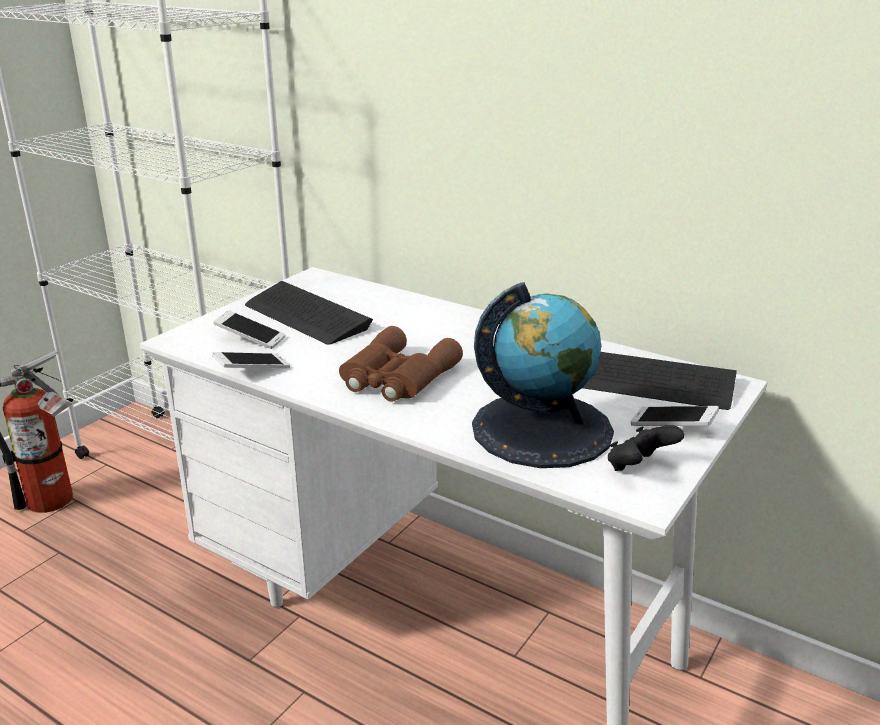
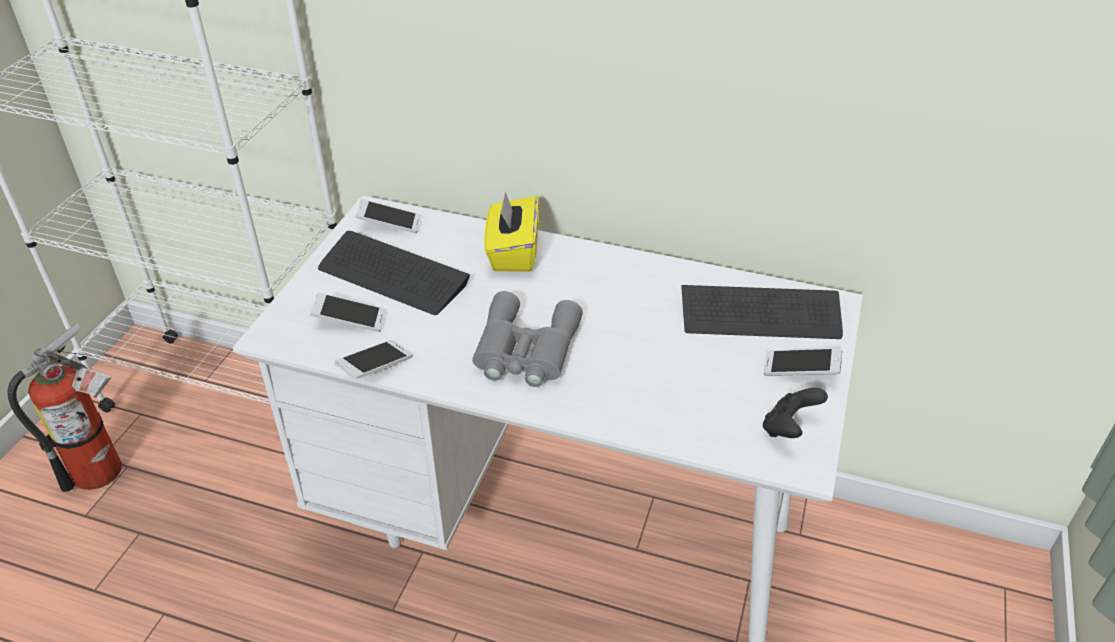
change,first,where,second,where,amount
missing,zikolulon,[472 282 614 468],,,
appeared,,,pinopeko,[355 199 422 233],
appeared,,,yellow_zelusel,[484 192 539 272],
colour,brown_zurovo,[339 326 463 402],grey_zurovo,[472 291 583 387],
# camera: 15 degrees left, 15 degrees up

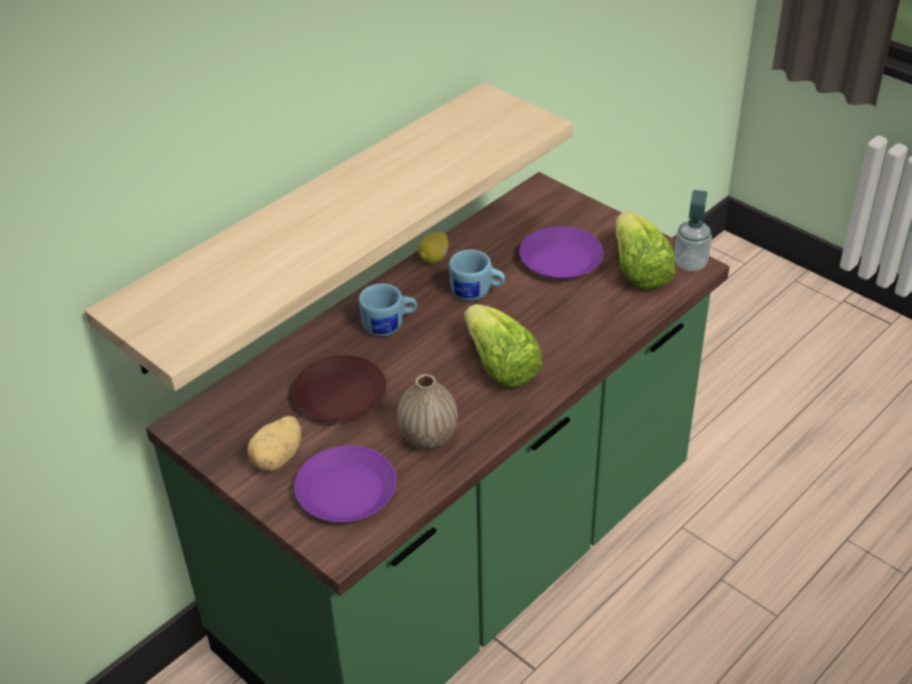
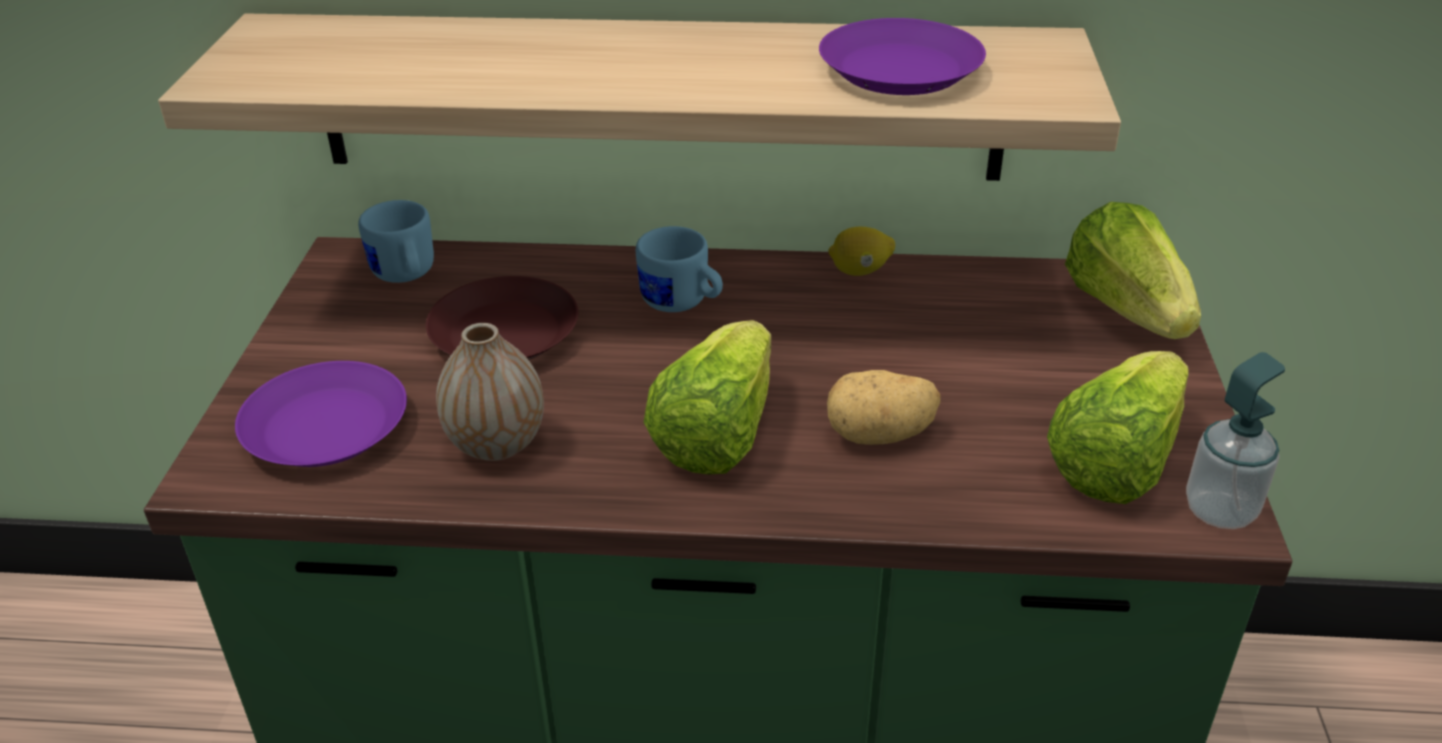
change,first,where,second,where,amount
appeared,,,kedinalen,[1065 202 1201 339],
relocated,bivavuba,[247 416 301 471],,[827 370 940 445],
relocated,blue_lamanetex,[449 250 505 301],,[358 200 434 283],
relocated,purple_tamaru,[519 226 603 279],,[819 18 986 95],
# camera: 50 degrees right, 5 degrees down

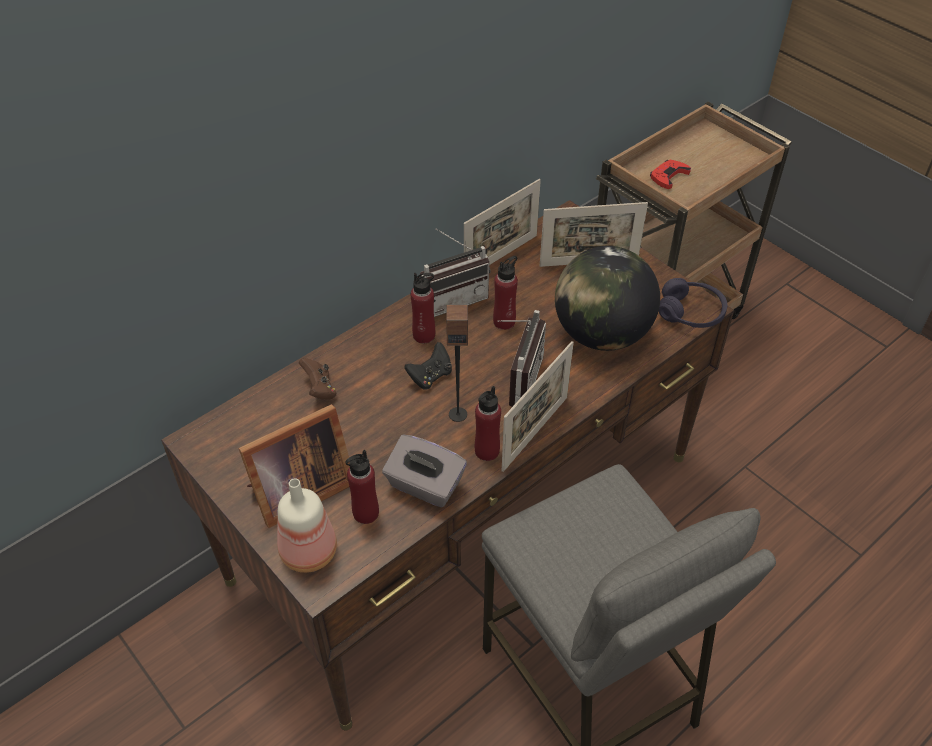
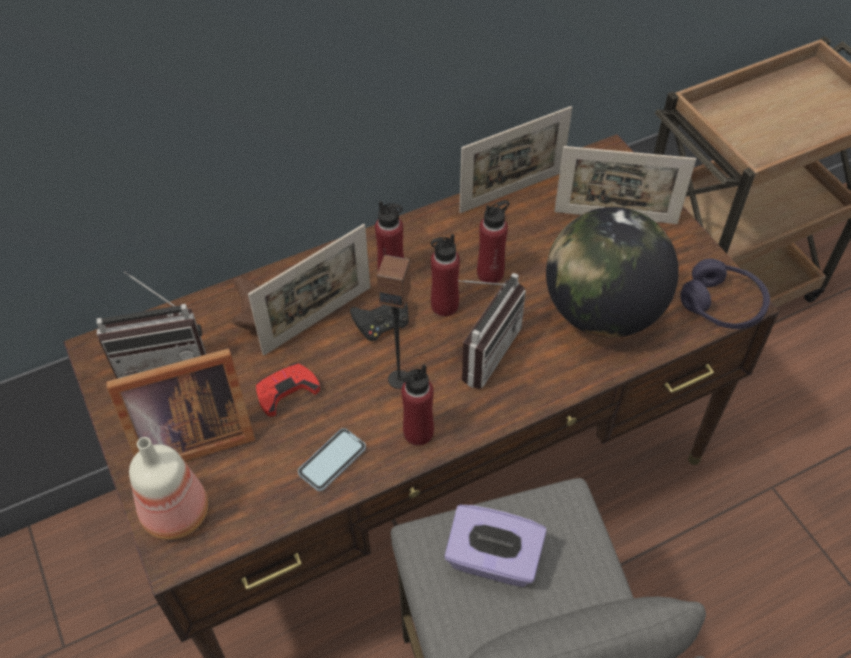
change,first,where,second,where,amount
appeared,,,purple_zelusel,[444 505 547 587],
relocated,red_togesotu,[345 450 379 524],,[431 234 460 316],
relocated,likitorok,[420 229 491 317],,[97 271 206 379],
relocated,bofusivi,[502 341 574 472],,[248 224 370 355],
relocated,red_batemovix,[650 160 691 189],,[256 363 320 417],
exchanged,grey_zelusel,[382 434 467 507],pinopeko,[298 428 366 491],
# camera: 15 degrees right, 5 degrees up

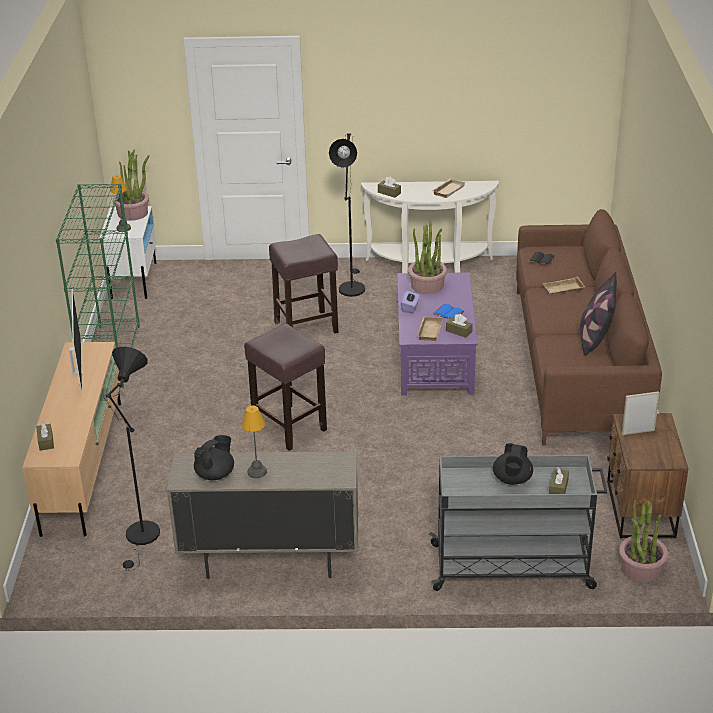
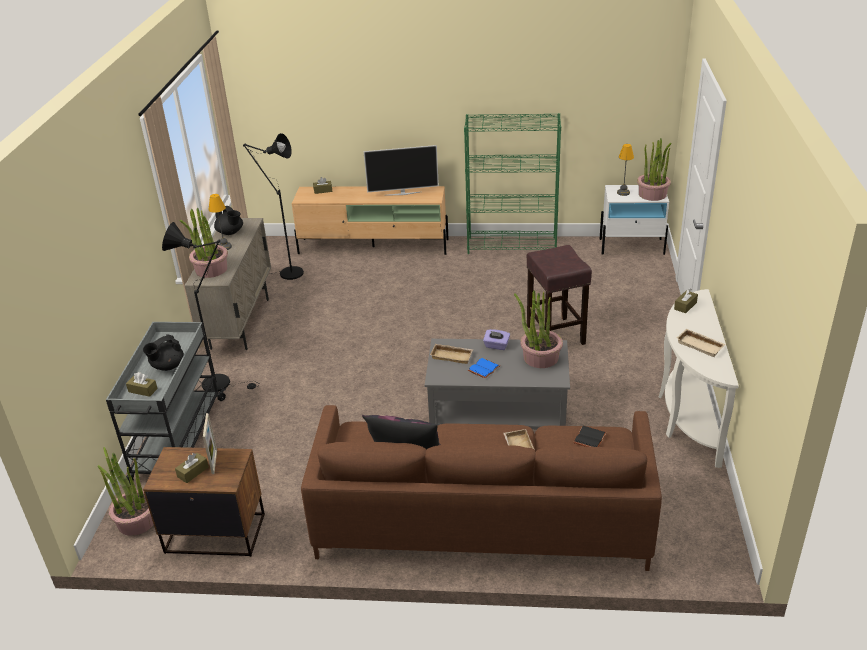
change,first,where,second,where,amount
missing,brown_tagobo,[244 323 327 451],,,
appeared,,,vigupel,[179 208 228 278],
relocated,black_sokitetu,[329 133 365 297],,[162 222 260 392],
relocated,brown_zelusel,[446 314 473 338],,[175 453 209 483],
colour,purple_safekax,[396 272 478 395],grey_safekax,[425 339 570 430],
spun,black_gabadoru,[493 443 533 485],,[143 334 184 371],60 degrees counterclockwise
# camera: 95 degrees right, 0 degrees up

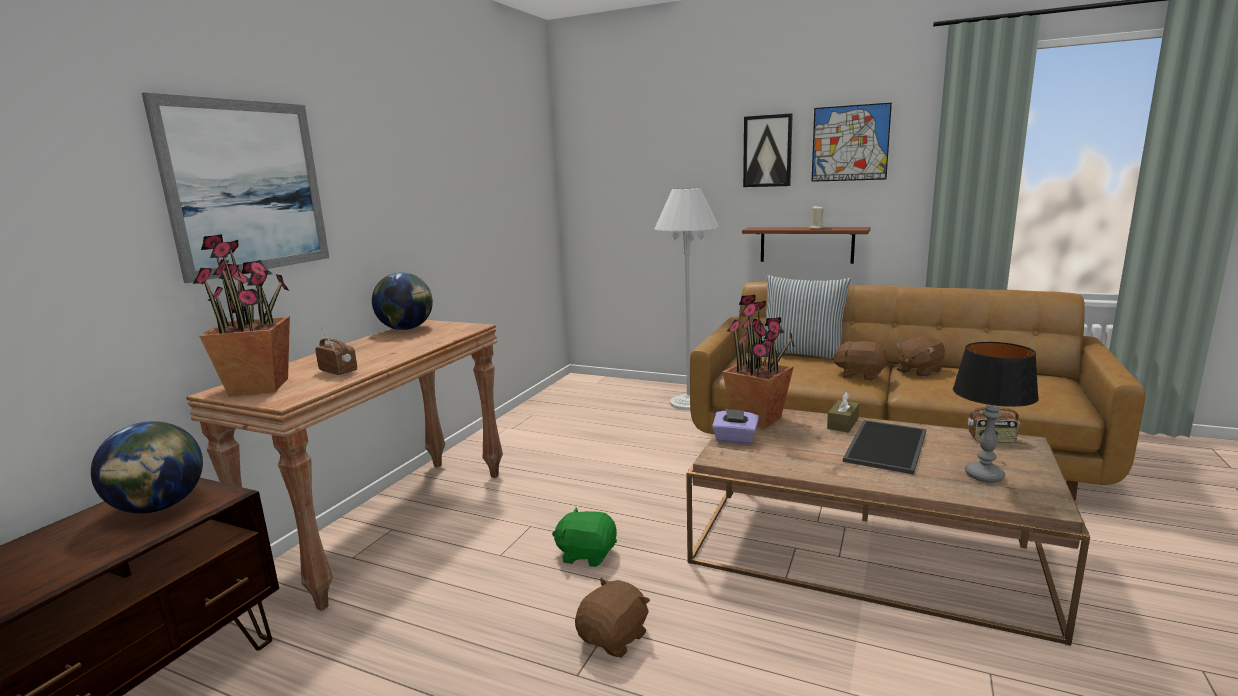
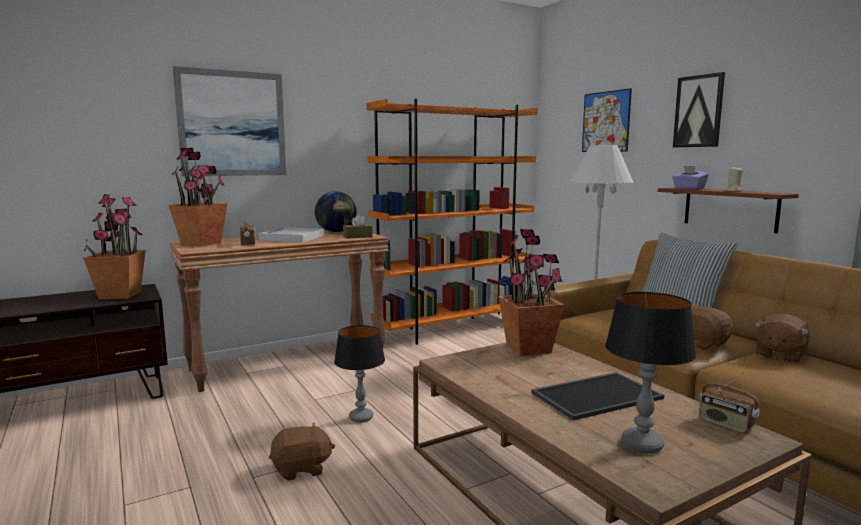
change,first,where,second,where,amount
appeared,,,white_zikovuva,[259 227 324 242],
appeared,,,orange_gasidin,[366 99 538 345],
relocated,purple_zelusel,[712 408 759 444],,[672 166 709 189],
relocated,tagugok,[812 103 892 182],,[582 88 632 152],
relocated,brown_zelusel,[827 392 859 433],,[343 214 373 239],
exchanged,zikolulon,[91 421 203 513],vigupel,[83 194 146 299],
exchanged,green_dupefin,[552 508 617 567],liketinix,[334 325 385 423],
spun,brown_dupefin,[895 336 945 377],,[753 314 810 363],45 degrees counterclockwise
# camera: 35 degrees right, 5 degrees down

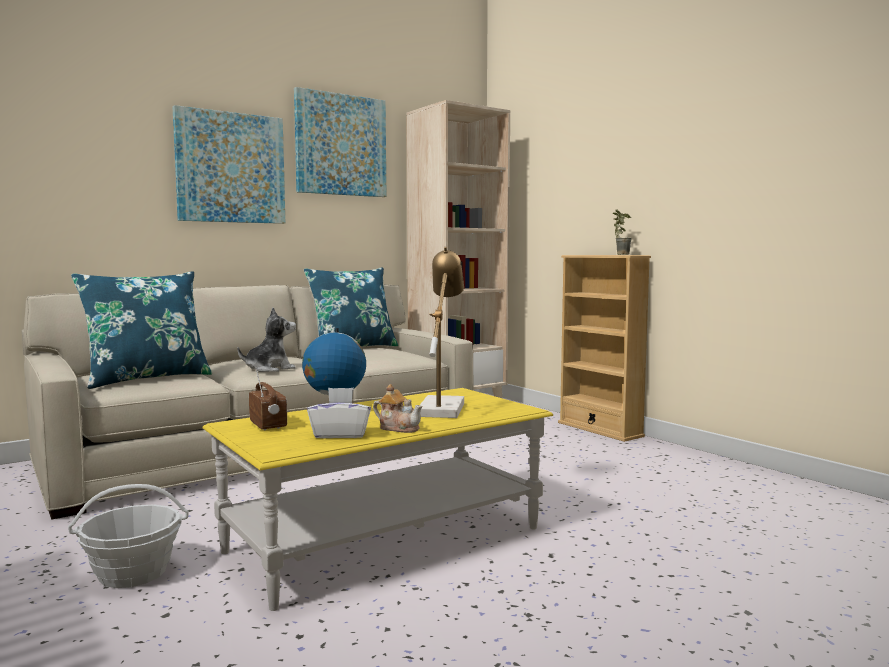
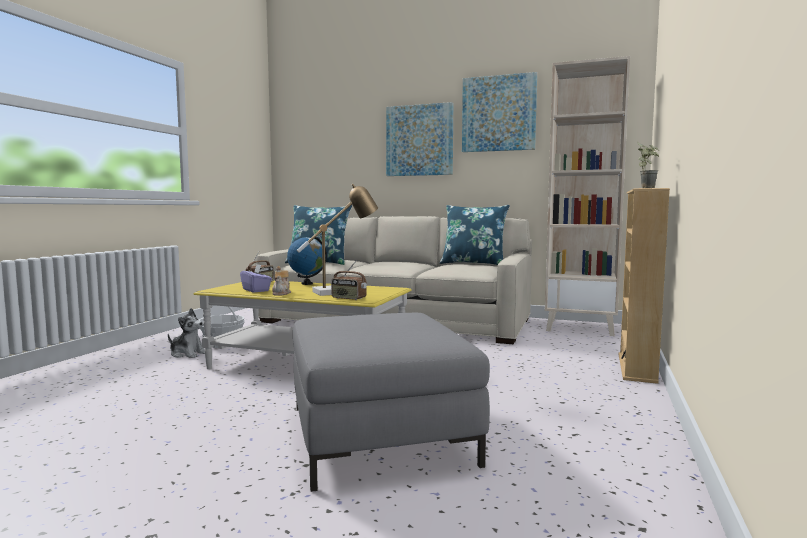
change,first,where,second,where,amount
appeared,,,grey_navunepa,[293 313 490 492],
appeared,,,likitorok,[331 260 367 300],
relocated,dupefin,[238 308 296 372],,[168 308 205 358],
colour,white_zelusel,[307 388 371 438],purple_zelusel,[240 264 272 293],
# camera: 55 degrees right, 0 degrees up

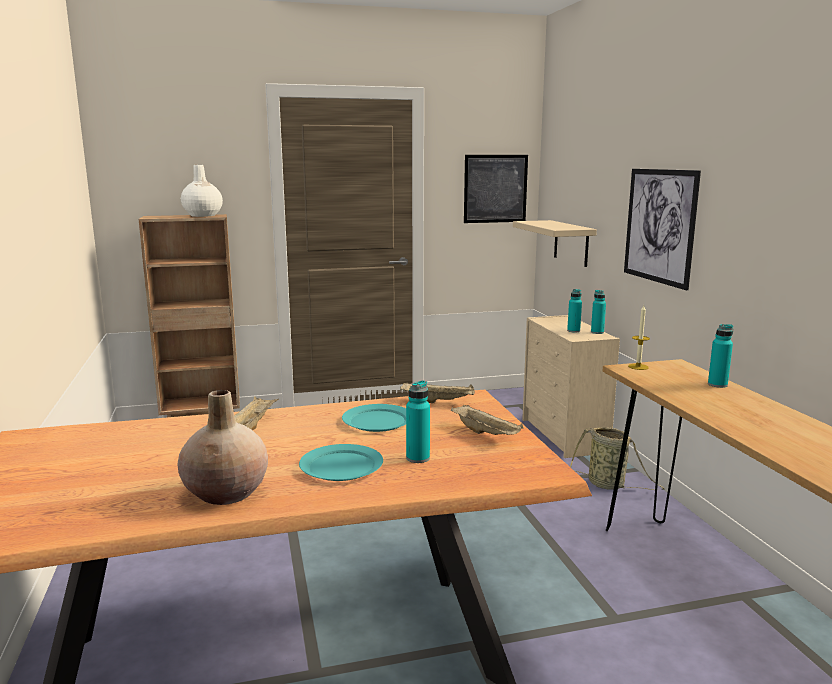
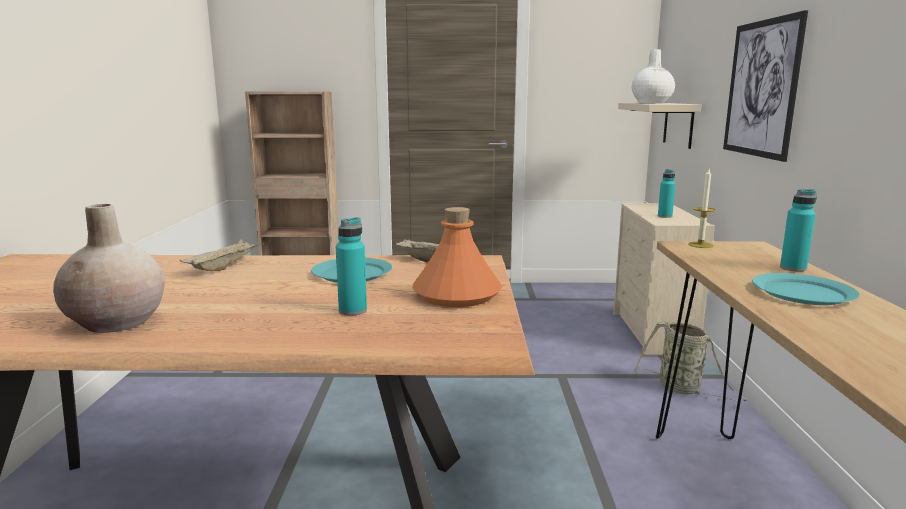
change,first,where,second,where,amount
missing,tagugok,[464 155 528 223],,,
missing,turquoise_togesotu,[591 290 606 334],,,
relocated,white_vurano,[181 165 223 217],,[632 49 675 103],
relocated,turquoise_tamaru,[299 444 383 481],,[752 273 859 305],
exchanged,beige_zikovuva,[451 405 523 435],orange_togesotu,[412 207 502 307],
# camera: 15 degrees right, 0 degrees up

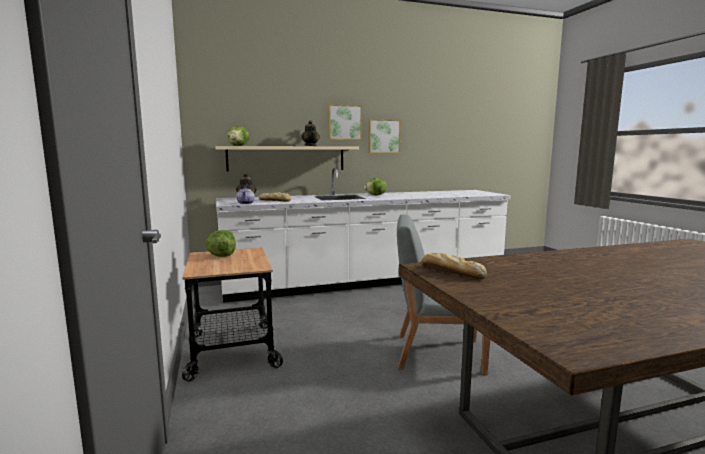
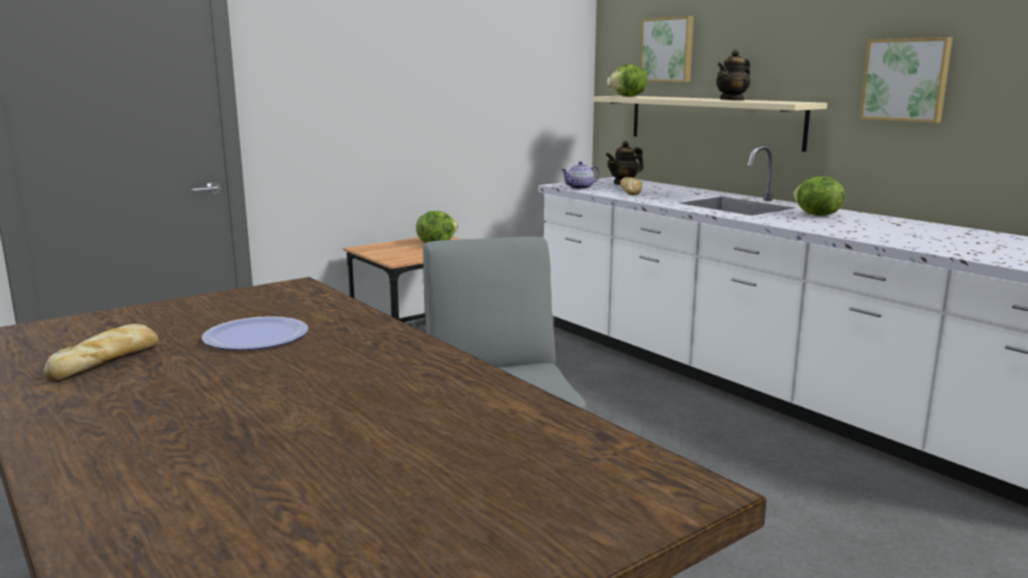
change,first,where,second,where,amount
appeared,,,tamaru,[202 316 309 350],
relocated,tagugok,[328 104 362 140],,[640 16 694 82],
relocated,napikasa,[421 253 487 279],,[44 324 159 382],
# camera: 70 degrees right, 5 degrees up

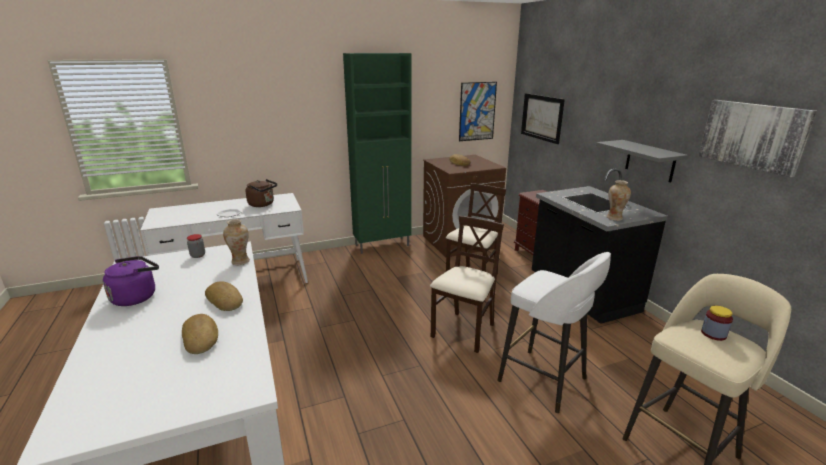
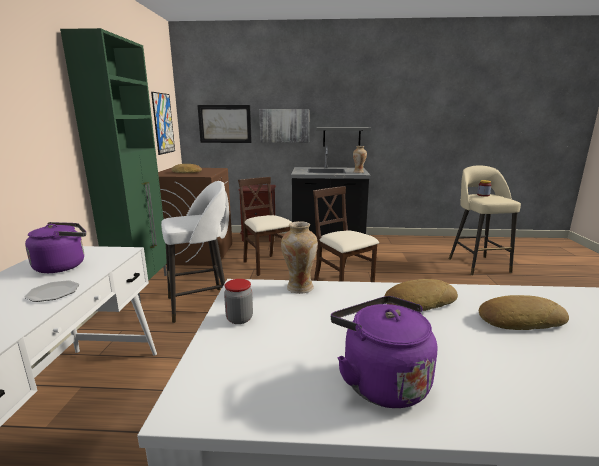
change,first,where,second,where,amount
relocated,white_tagobo,[497 252 611 413],,[161 181 226 323],
relocated,tagugok,[699 100 817 177],,[259 109 309 143],
colour,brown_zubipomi,[245 179 277 207],purple_zubipomi,[25 222 86 273],
# camera: 65 degrees left, 5 degrees down

